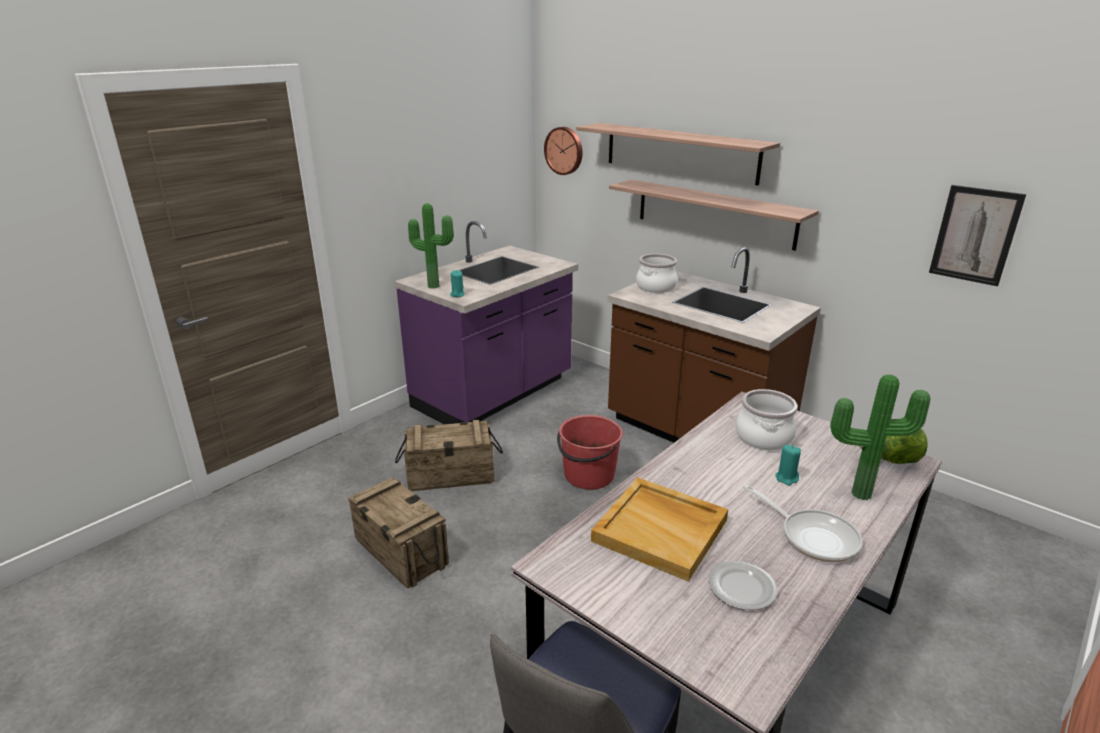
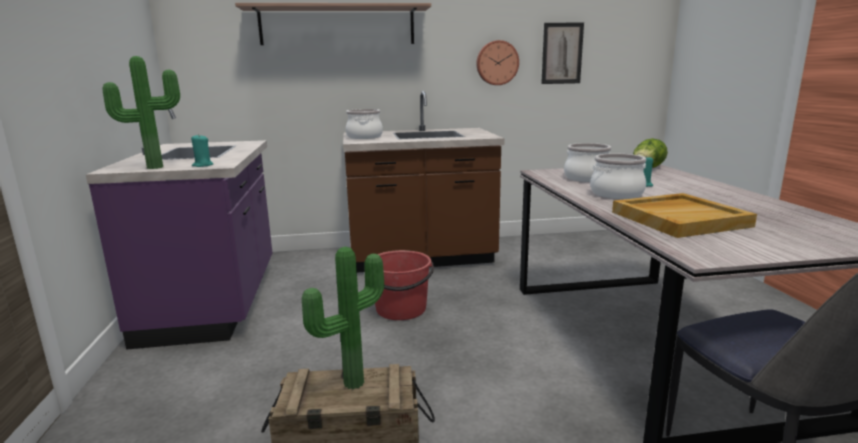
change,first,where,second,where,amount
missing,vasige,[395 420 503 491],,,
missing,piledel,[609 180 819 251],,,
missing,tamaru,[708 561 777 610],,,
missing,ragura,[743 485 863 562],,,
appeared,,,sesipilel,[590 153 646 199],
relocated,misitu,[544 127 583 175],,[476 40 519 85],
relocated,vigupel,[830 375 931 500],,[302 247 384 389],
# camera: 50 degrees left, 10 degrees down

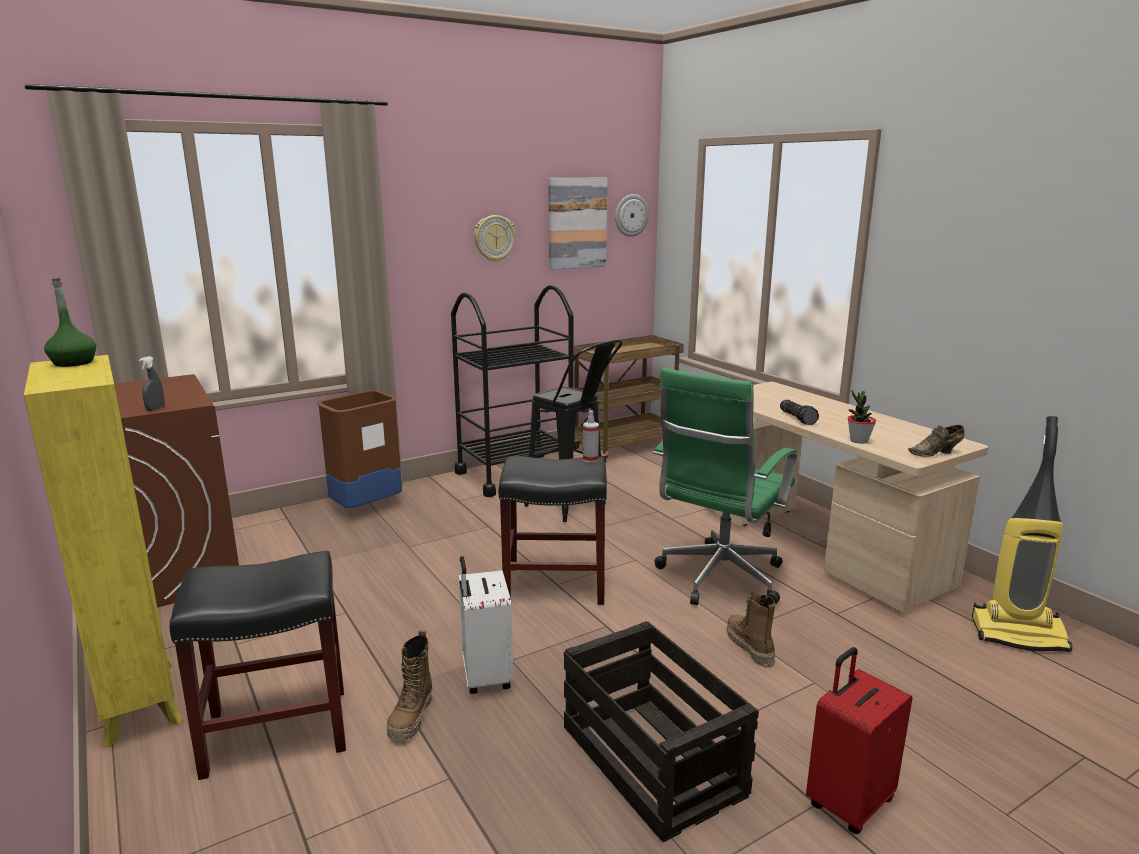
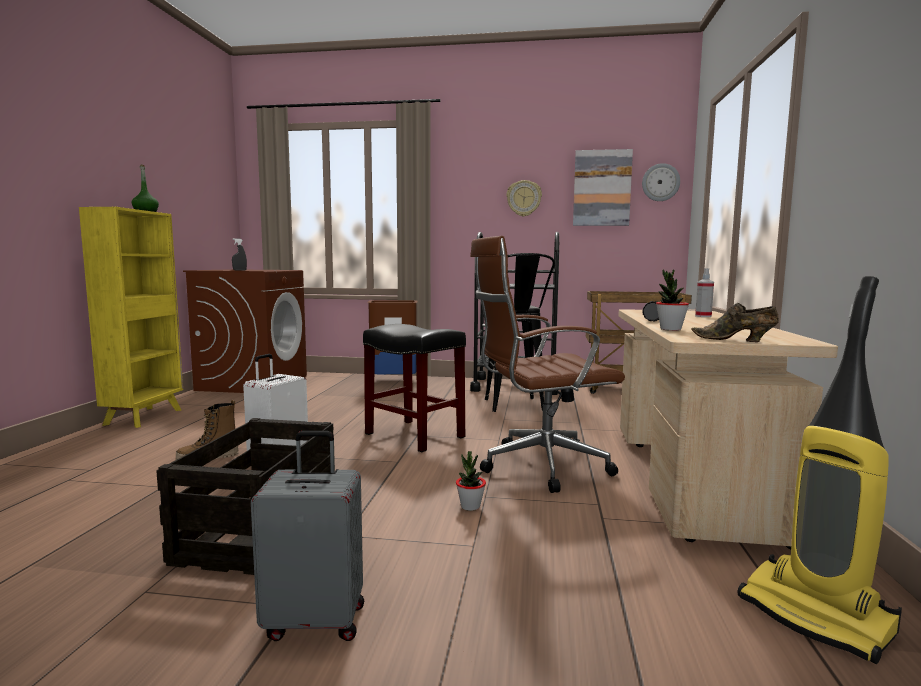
change,first,where,second,where,amount
missing,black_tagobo,[170 551 346 780],,,
relocated,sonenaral,[583 410 599 463],,[695 268 714 317],
exchanged,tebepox,[727 593 775 667],vigupel,[456 451 486 511],
colour,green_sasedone,[653 368 797 605],brown_sasedone,[470 236 625 493],
colour,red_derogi,[806 647 912 834],grey_derogi,[251 431 364 641],
# camera: 40 degrees right, 10 degrees down

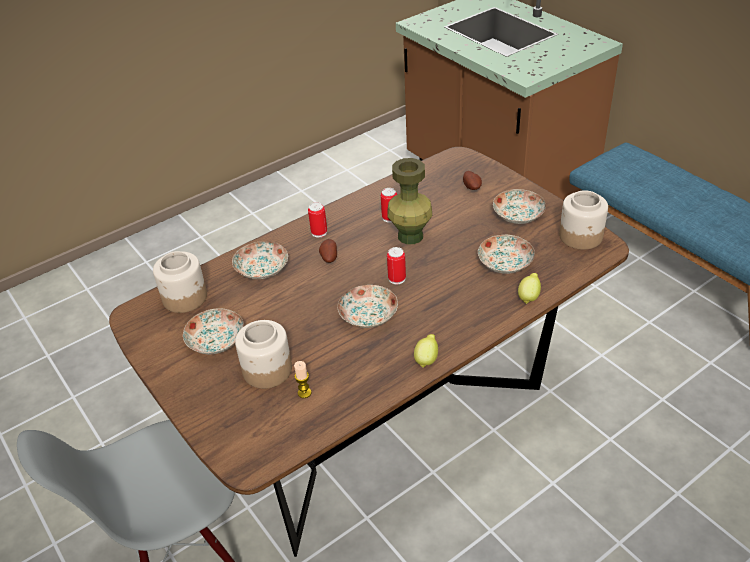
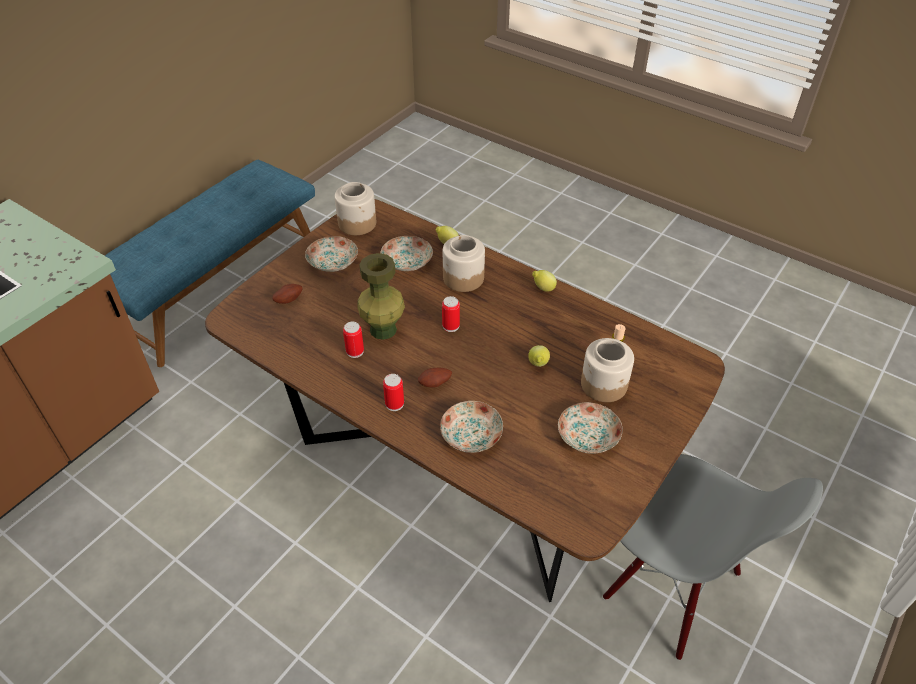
change,first,where,second,where,amount
missing,tamaru,[338 285 398 328],,,
appeared,,,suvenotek,[528 345 550 367],
relocated,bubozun,[153 251 207 313],,[443 235 485 292],
# camera: 110 degrees left, 5 degrees up

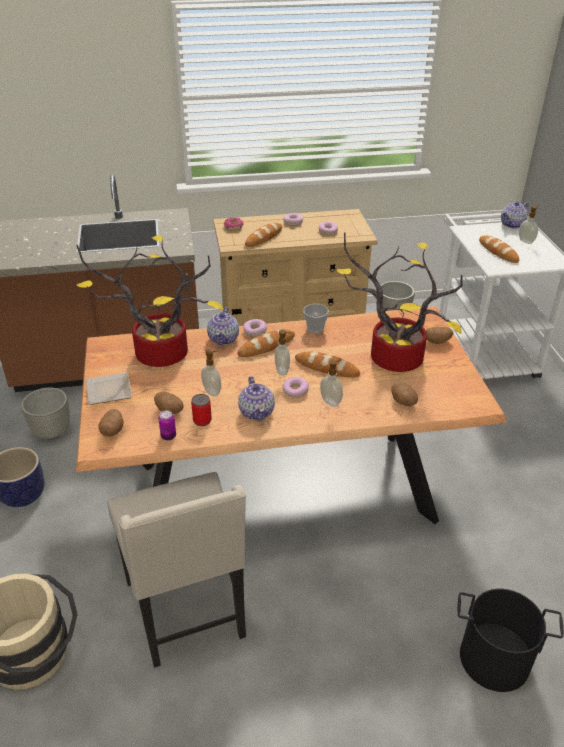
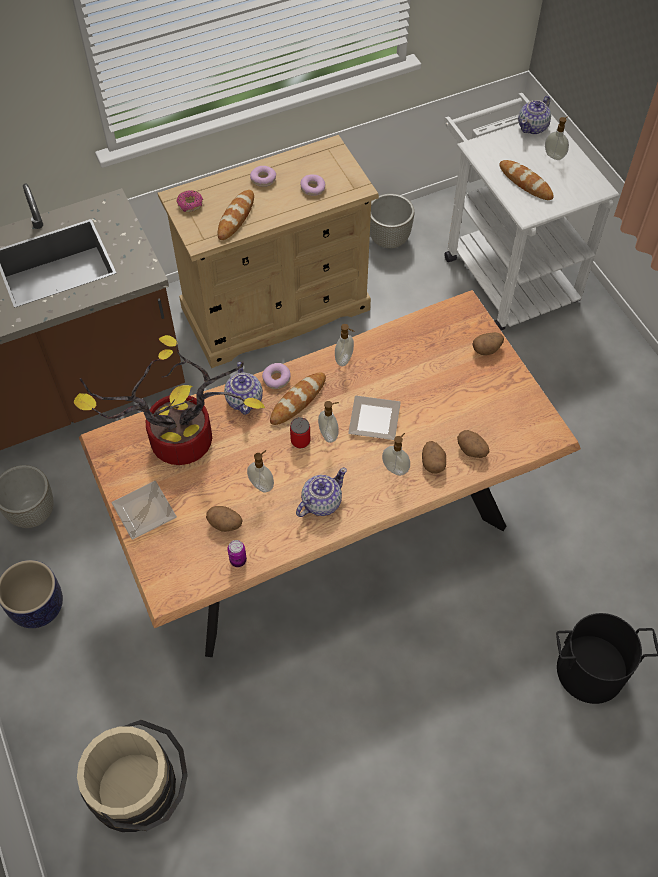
change,first,where,second,where,amount
missing,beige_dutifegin,[107 472 246 668],,,
missing,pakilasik,[282 377 309 398],,,
missing,vigupel,[337 232 462 372],,,
relocated,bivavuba,[98 409 124 436],,[422 441 446 474],
relocated,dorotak,[191 394 212 426],,[290 417 310 448],
exchanged,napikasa,[295 352 360 377],tamaru,[348 396 401 440],
exchanged,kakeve,[303 304 329 334],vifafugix,[335 324 354 366],
spun,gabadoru,[238 376 275 421],,[296 468 347 517],105 degrees counterclockwise
# camera: 15 degrees left, 20 degrees up

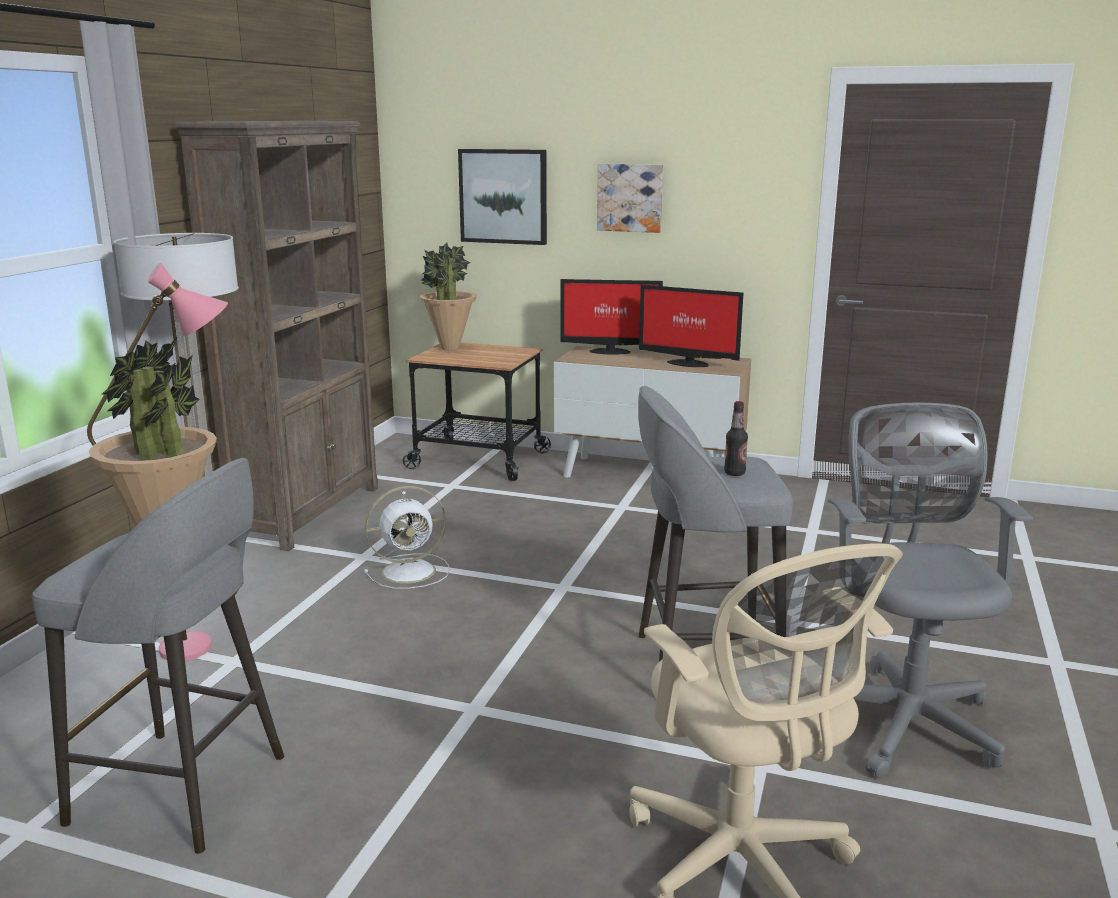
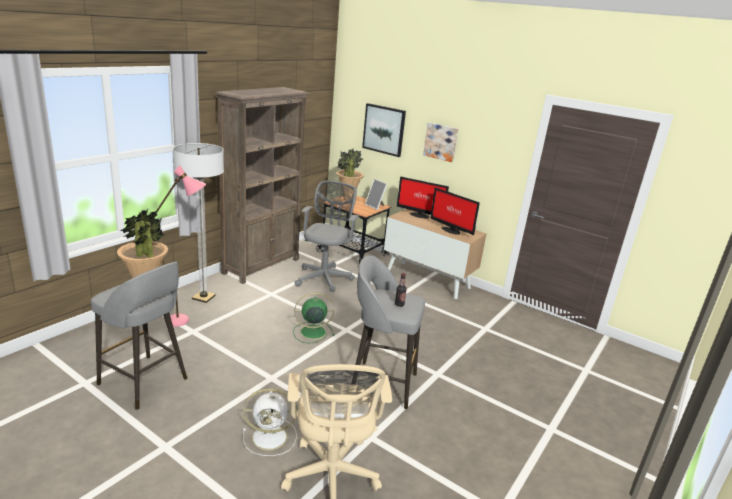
change,first,where,second,where,amount
appeared,,,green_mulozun,[293 293 334 343],
appeared,,,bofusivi,[365 179 388 210],
relocated,white_mulozun,[364 486 450 589],,[243 388 297 456],
relocated,grey_sasedone,[828 403 1033 779],,[295 181 359 292],
# camera: 15 degrees right, 5 degrees up

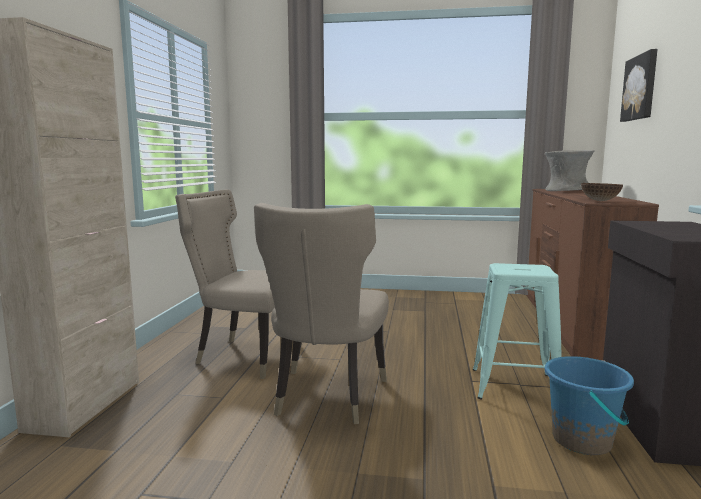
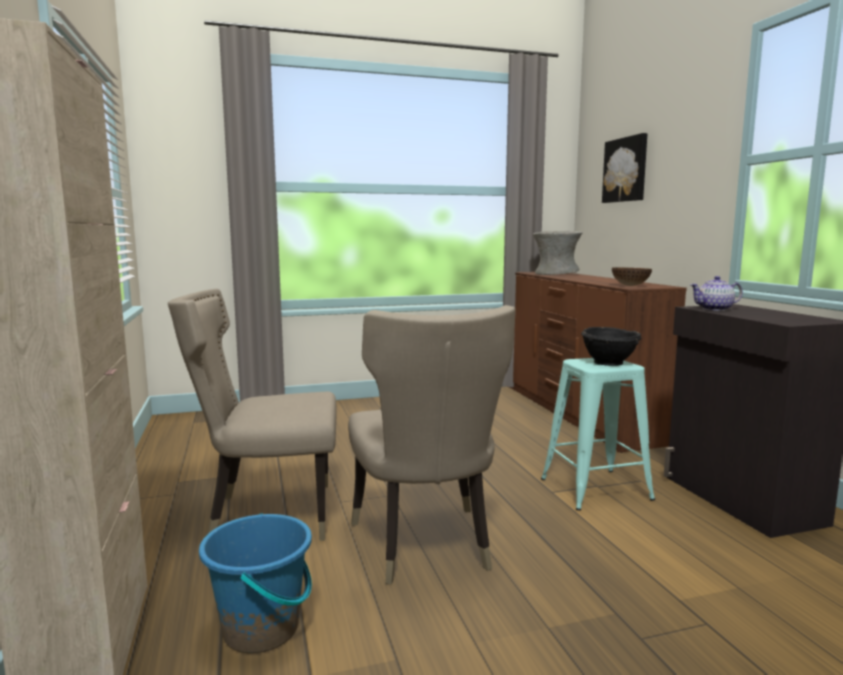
change,first,where,second,where,amount
appeared,,,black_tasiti,[581 327 641 366],
appeared,,,gabadoru,[690 276 743 311],
relocated,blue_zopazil,[545 356 634 455],,[199 513 312 653],
# camera: 25 degrees left, 0 degrees up

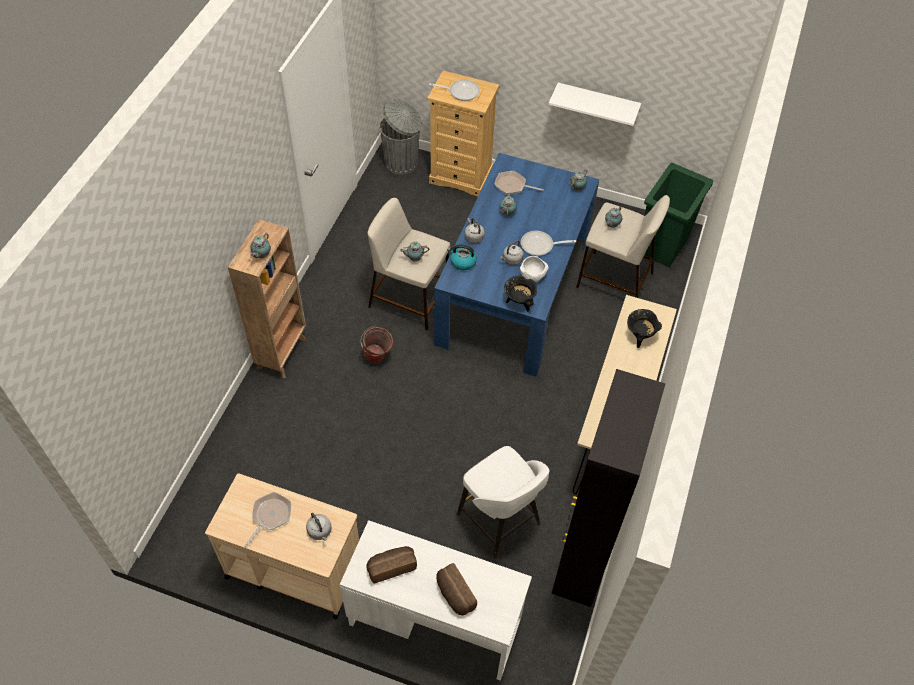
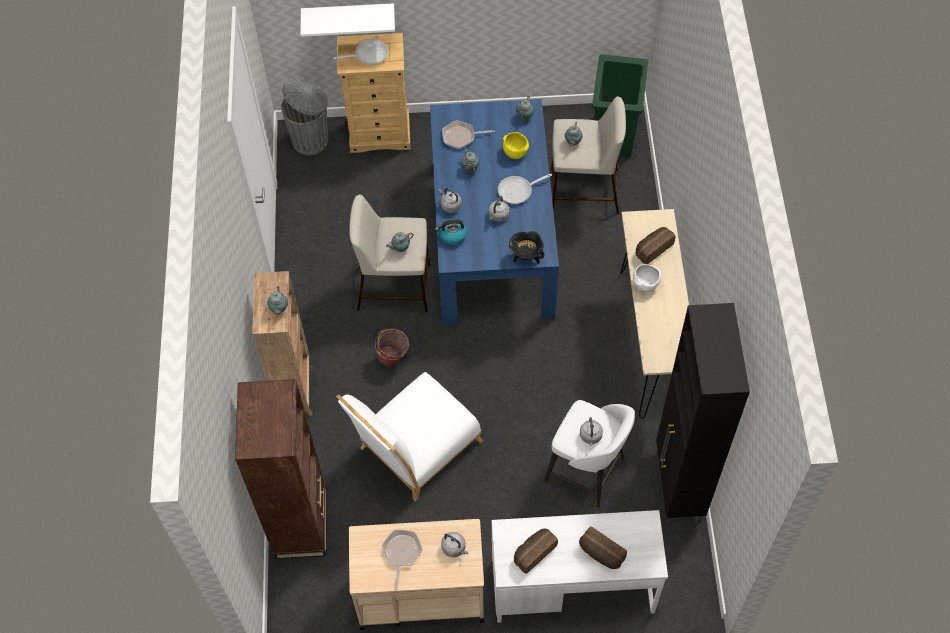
change,first,where,second,where,amount
appeared,,,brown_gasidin,[235 379 326 559],
appeared,,,white_dutifegin,[336 372 484 502],
appeared,,,yellow_tasiti,[503 132 529 159],
appeared,,,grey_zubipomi,[580 417 603 446],
relocated,white_tasiti,[520 256 549 282],,[633 264 661 292],
relocated,white_piledel,[549 83 641 126],,[300 3 395 37],
exchanged,black_sesipilel,[627 309 662 348],napikasa,[636 227 675 264],
# camera: 20 degrees left, 5 degrees up

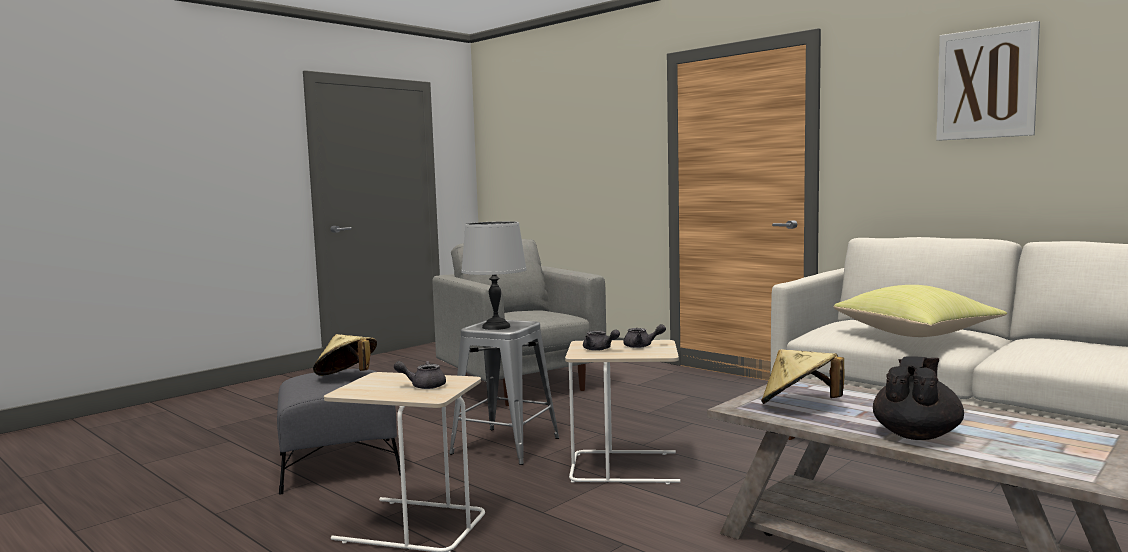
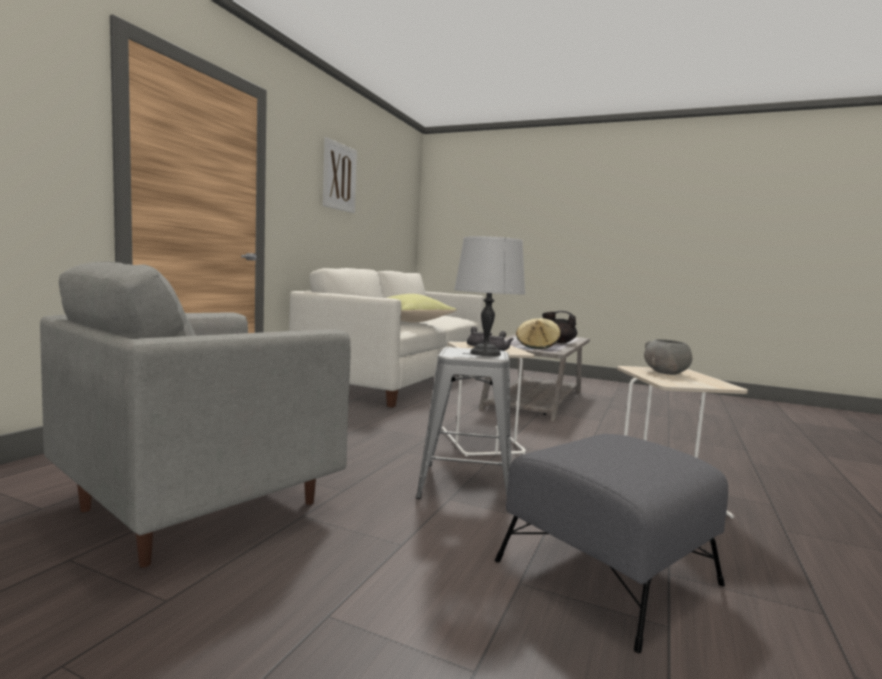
change,first,where,second,where,amount
missing,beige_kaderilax,[313 334 377 376],,,
exchanged,grey_gabadoru,[394 361 446 389],grey_tasiti,[644 339 692 375],
# camera: 110 degrees left, 0 degrees up

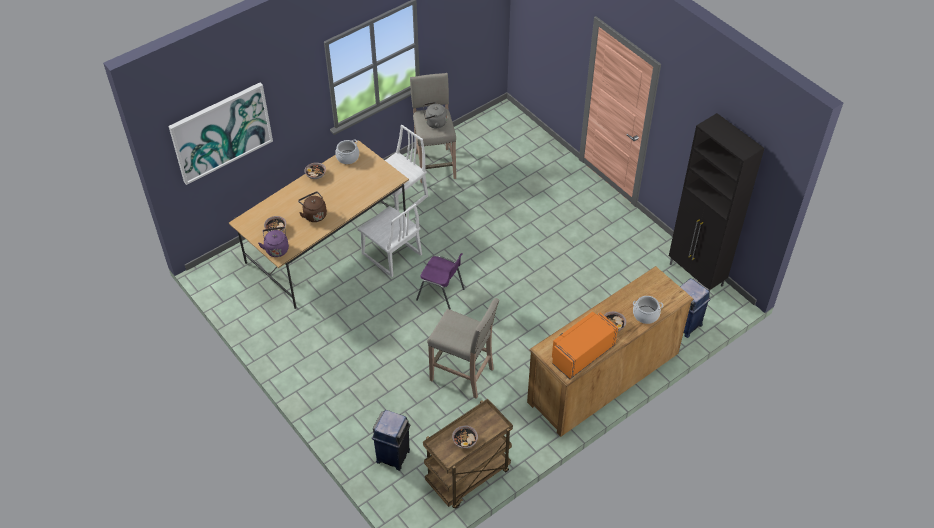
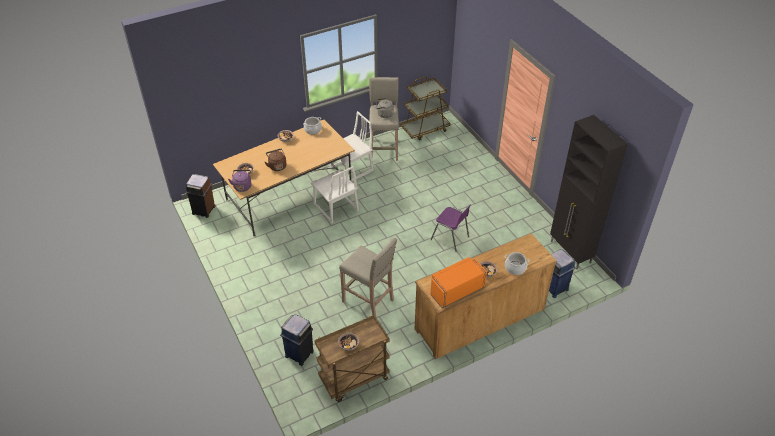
change,first,where,second,where,amount
missing,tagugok,[169 83 273 185],,,
appeared,,,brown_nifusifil,[186 174 215 218],
appeared,,,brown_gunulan,[400 77 450 141],
relocated,purple_dutifegin,[416 253 465 310],,[431 205 471 252],
# camera: 10 degrees right, 5 degrees down

